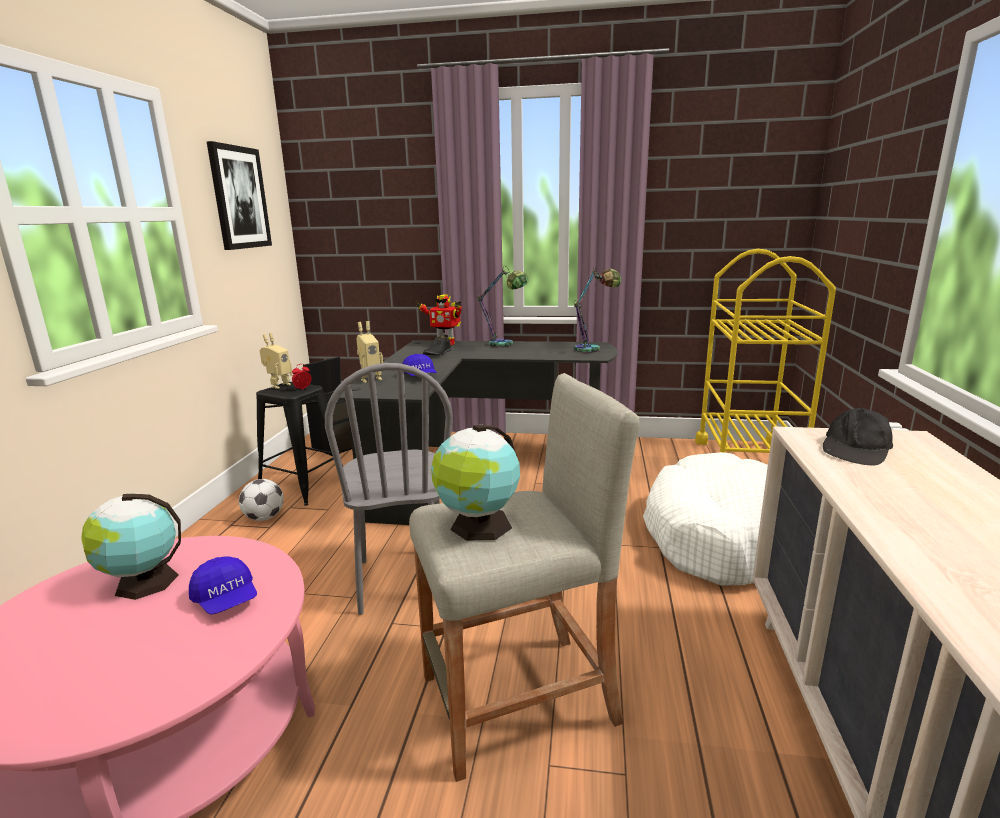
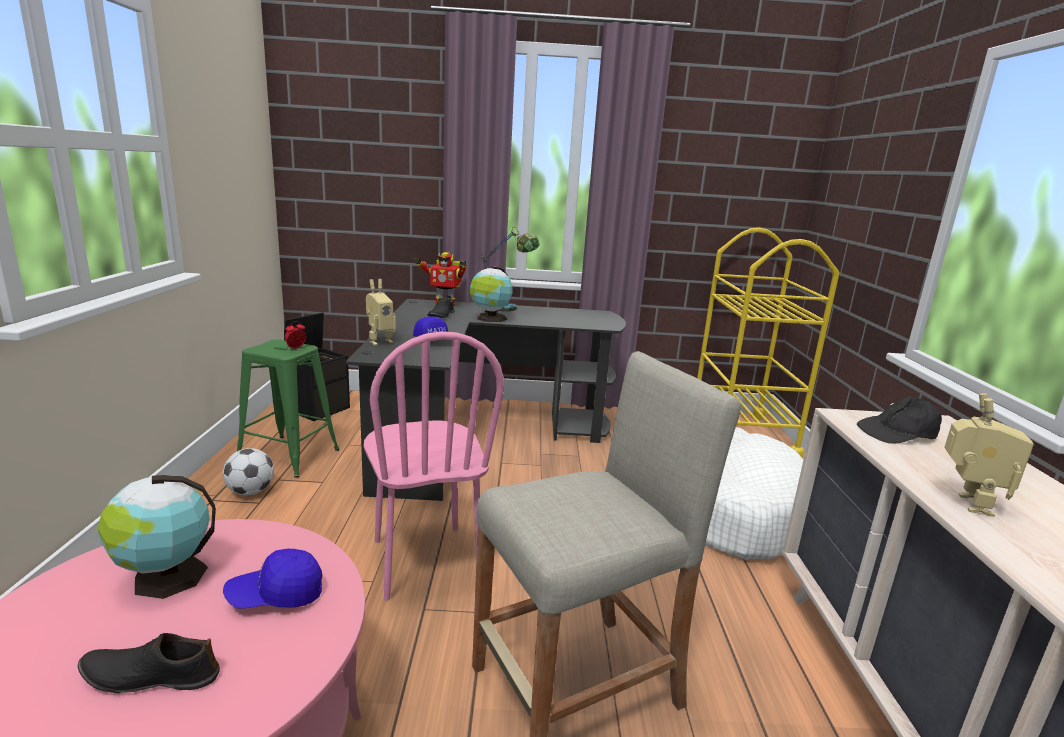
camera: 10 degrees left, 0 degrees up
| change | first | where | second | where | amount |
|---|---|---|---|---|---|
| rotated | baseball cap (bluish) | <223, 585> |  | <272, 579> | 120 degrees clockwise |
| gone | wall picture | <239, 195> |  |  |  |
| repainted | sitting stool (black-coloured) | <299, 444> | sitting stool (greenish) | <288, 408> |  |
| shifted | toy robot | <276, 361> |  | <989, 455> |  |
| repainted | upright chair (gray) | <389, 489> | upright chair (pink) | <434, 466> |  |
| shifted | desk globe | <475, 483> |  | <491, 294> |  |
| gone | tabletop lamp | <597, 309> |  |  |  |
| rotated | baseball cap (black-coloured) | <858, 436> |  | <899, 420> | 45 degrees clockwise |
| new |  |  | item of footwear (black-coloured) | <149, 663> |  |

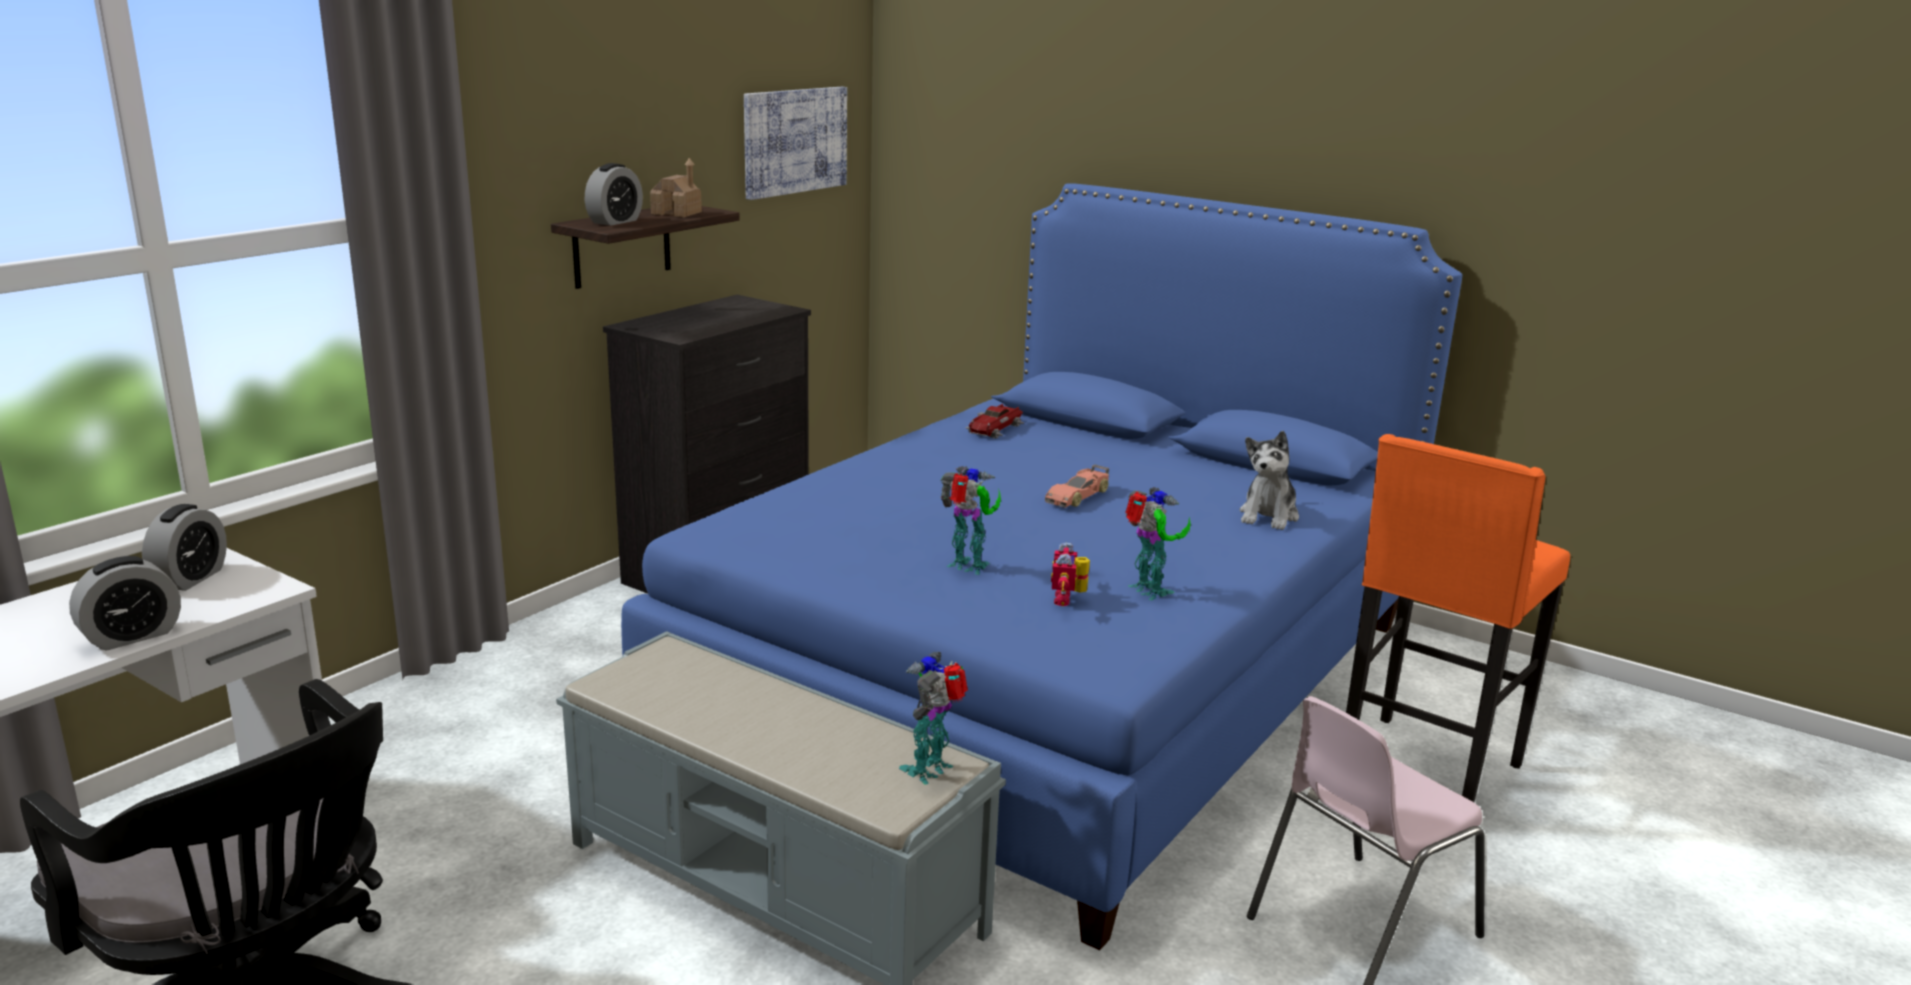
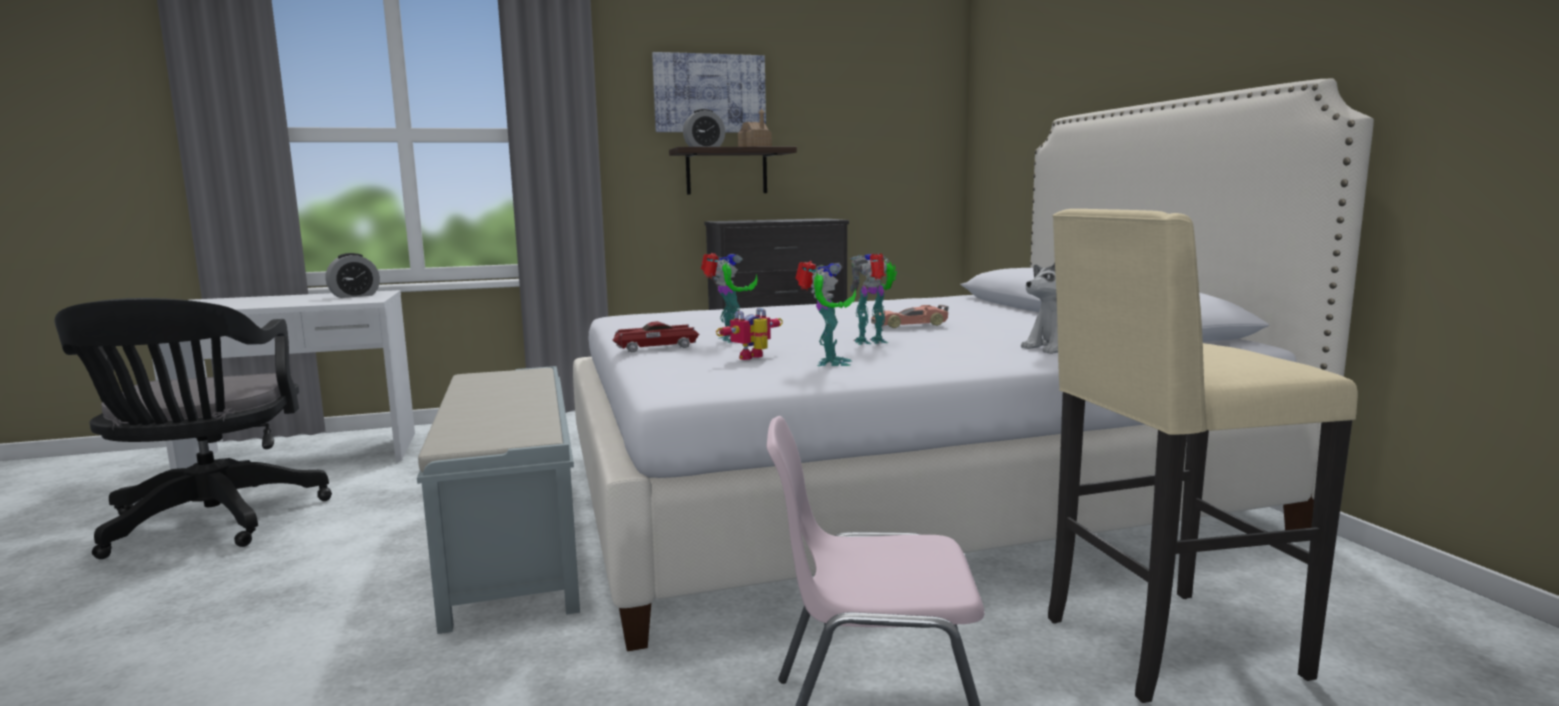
camera: 40 degrees right, 10 degrees down
| change | first | where | second | where | amount |
|---|---|---|---|---|---|
| gone | bedside clock | <125, 603> |  |  |  |
| repainted | sleeping bed (bluish) | <1041, 566> | sleeping bed (white-coloured) | <973, 365> |  |
| shifted | wall picture | <795, 143> |  | <709, 92> |  |
| shifted | toy robot | <933, 718> |  | <873, 299> |  |
| shifted | toy car | <994, 421> |  | <655, 336> |  |
| repainted | sitting stool (orangey) | <1458, 618> | sitting stool (beige-coloured) | <1203, 456> |  |

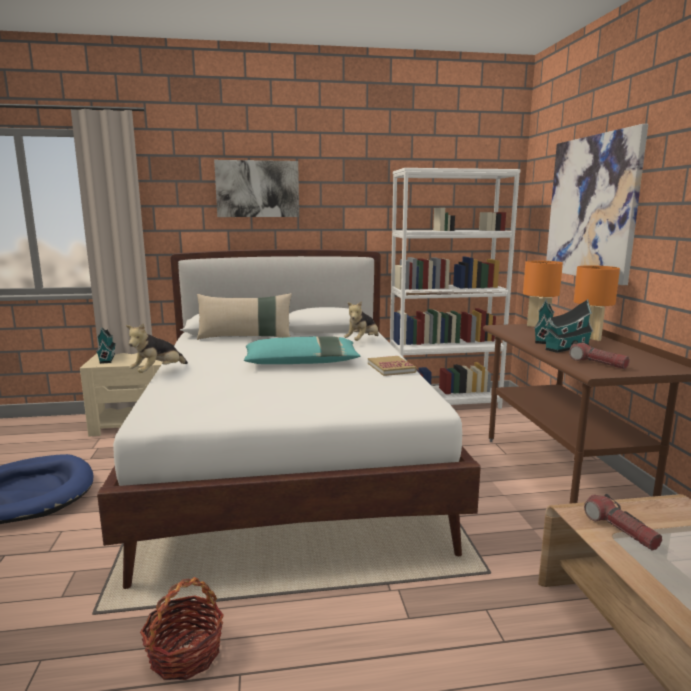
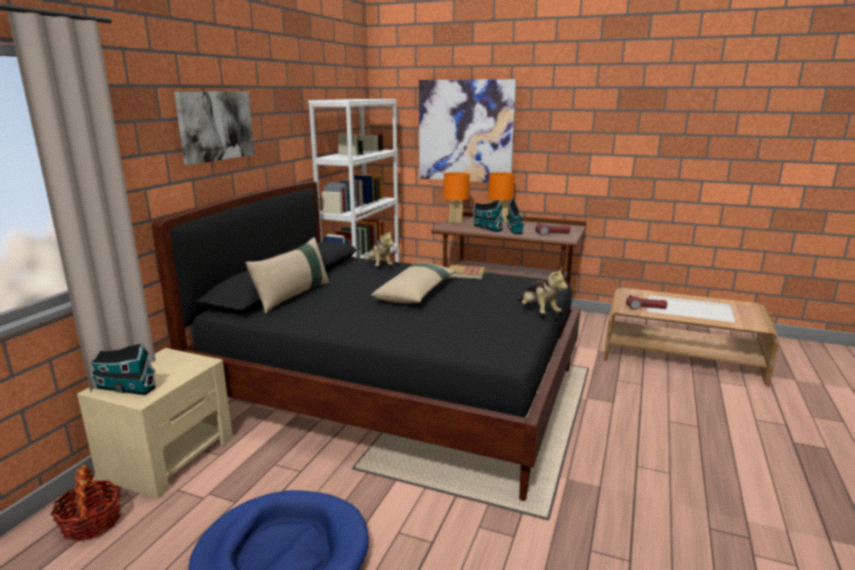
camera: 60 degrees left, 5 degrees up
| change | first | where | second | where | amount |
|---|---|---|---|---|---|
| repainted | sleeping bed (white-coloured) | <289, 419> | sleeping bed (black-coloured) | <366, 341> |  |
| shifted | plush toy | <157, 348> |  | <542, 291> |  |
| shifted | household basket | <182, 628> |  | <86, 503> |  |
| repainted | cushion (turquoise) | <302, 350> | cushion (beige-coloured) | <413, 282> |  |

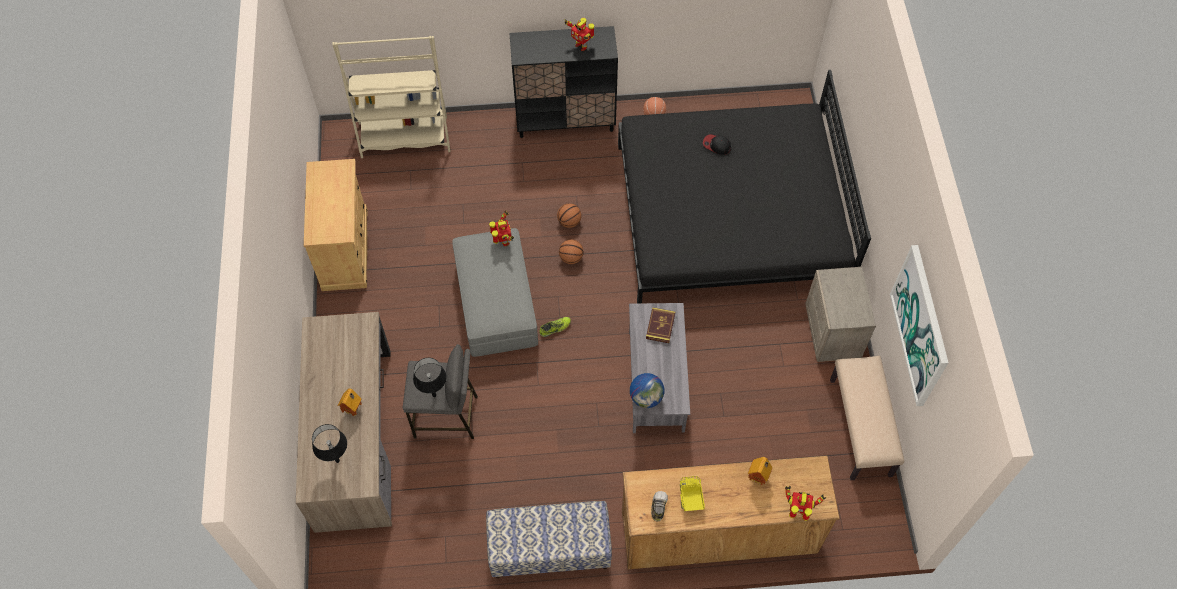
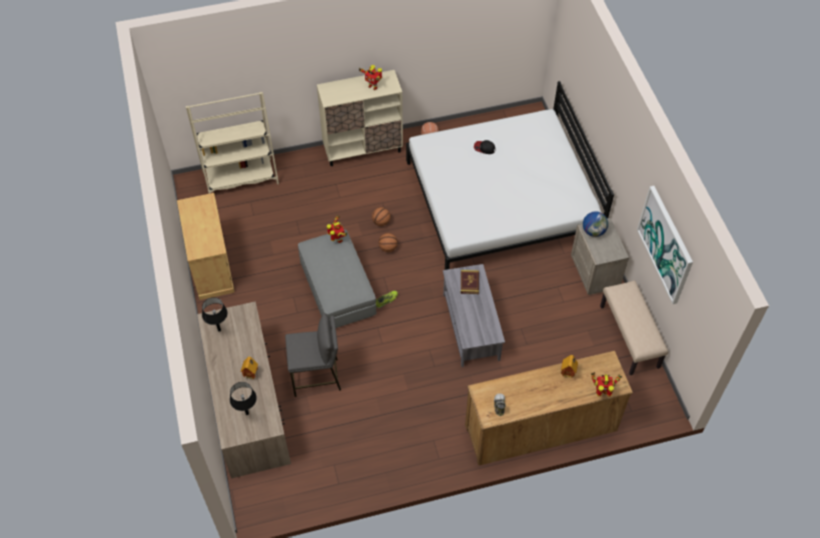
camera: 10 degrees left, 5 degrees down
| change | first | where | second | where | amount |
|---|---|---|---|---|---|
| shifted | tabletop lamp (black-coloured) | <430, 377> |  | <215, 314> |  |
| gone | long seat | <549, 539> |  |  |  |
| repainted | storage cabinet (black-coloured) | <563, 82> | storage cabinet (beige-coloured) | <360, 118> |  |
| repainted | sleeping bed (black-coloured) | <744, 187> | sleeping bed (white-coloured) | <510, 175> |  |
| shifted | desk globe | <647, 390> |  | <595, 224> |  |
| gone | toy lorry | <692, 493> |  |  |  |

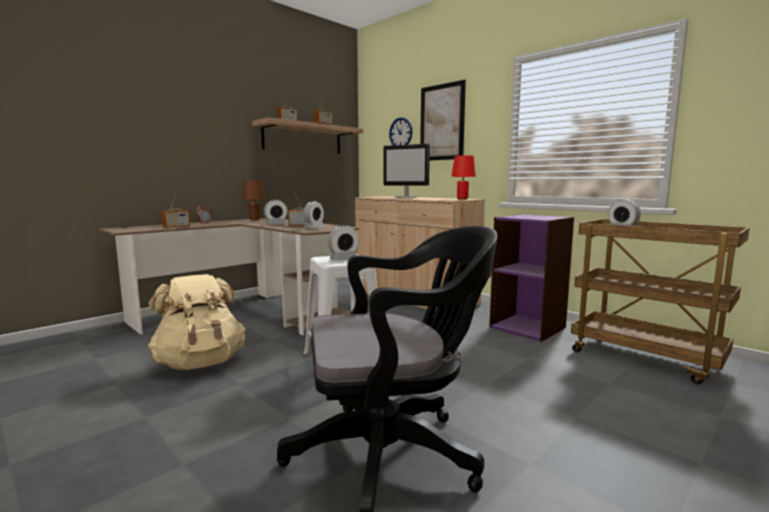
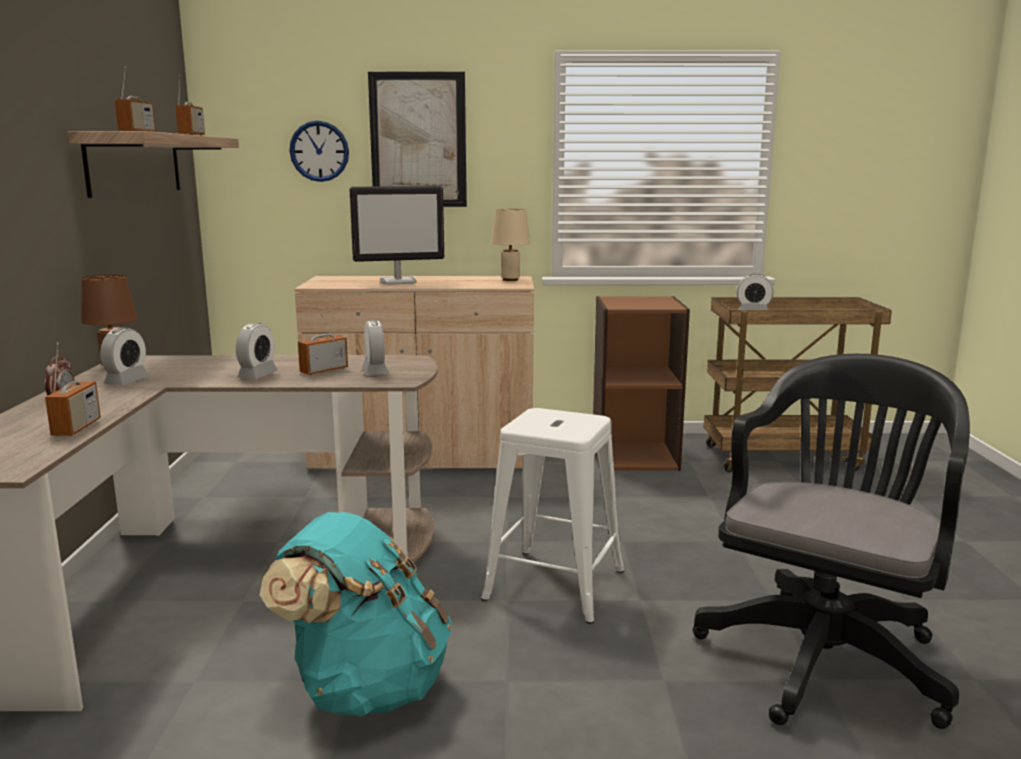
camera: 45 degrees left, 5 degrees up
| change | first | where | second | where | amount |
|---|---|---|---|---|---|
| repainted | knapsack (beige-coloured) | <197, 322> | knapsack (turquoise) | <356, 614> |  |
| shifted | bedside clock | <343, 243> |  | <124, 356> |  |
| repainted | tabletop lamp (red) | <464, 177> | tabletop lamp (beige-coloured) | <510, 245> |  |
| repainted | bookshelf (purple-coloured) | <531, 277> | bookshelf (brownish) | <641, 383> |  |

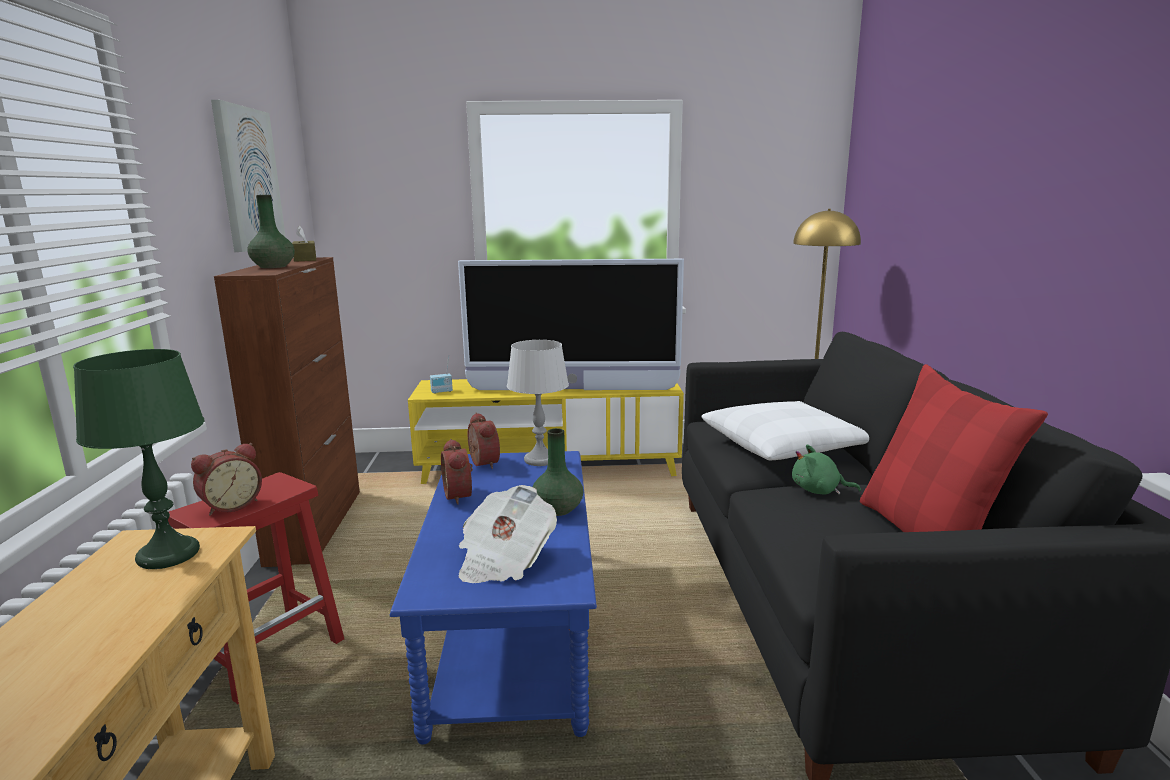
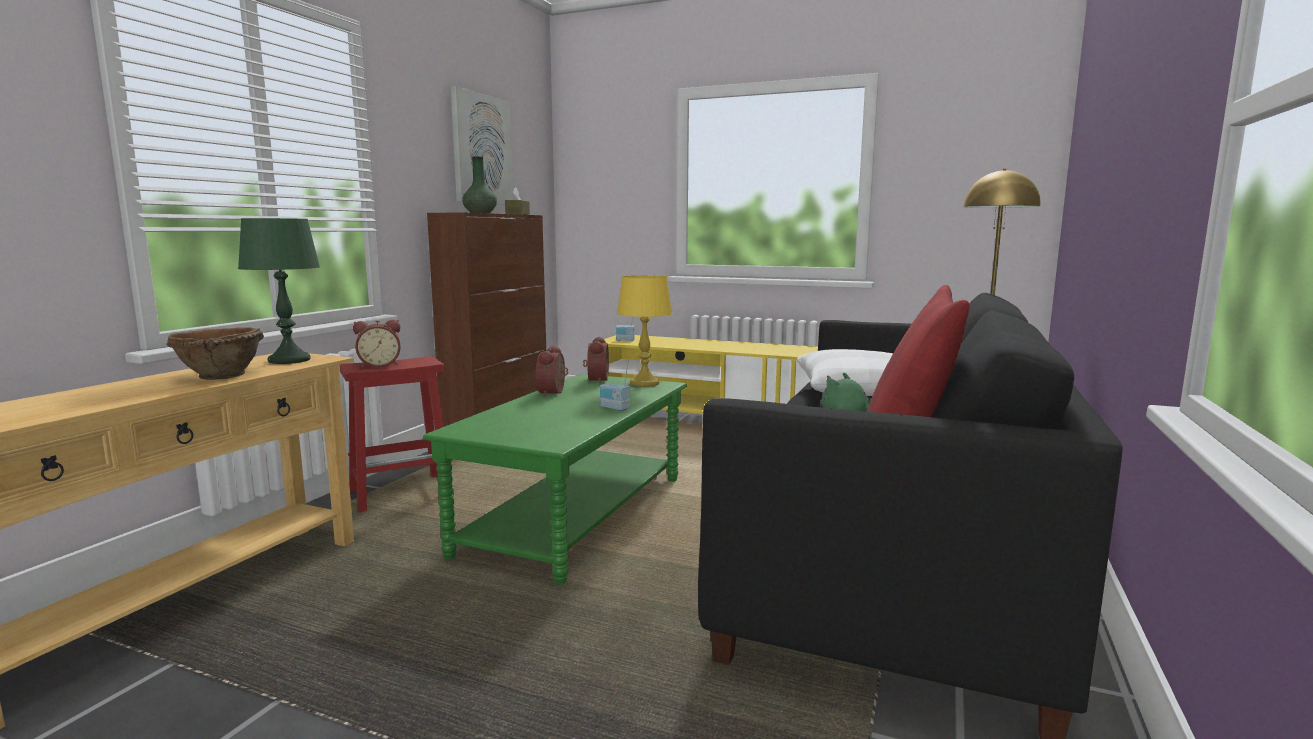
camera: 25 degrees right, 5 degrees down
| change | first | where | second | where | amount |
|---|---|---|---|---|---|
| repainted | low table (bluish) | <493, 598> | low table (greenish) | <554, 479> |  |
| gone | TV | <571, 324> |  |  |  |
| gone | printed paper | <507, 534> |  |  |  |
| repainted | tabletop lamp (gray) | <538, 403> | tabletop lamp (yellow) | <644, 331> |  |
| swapped | flower vase (greenish) | <557, 472> | radio set | <615, 386> |  |
| new |  |  | bowl (brownish) | <215, 353> |  |

